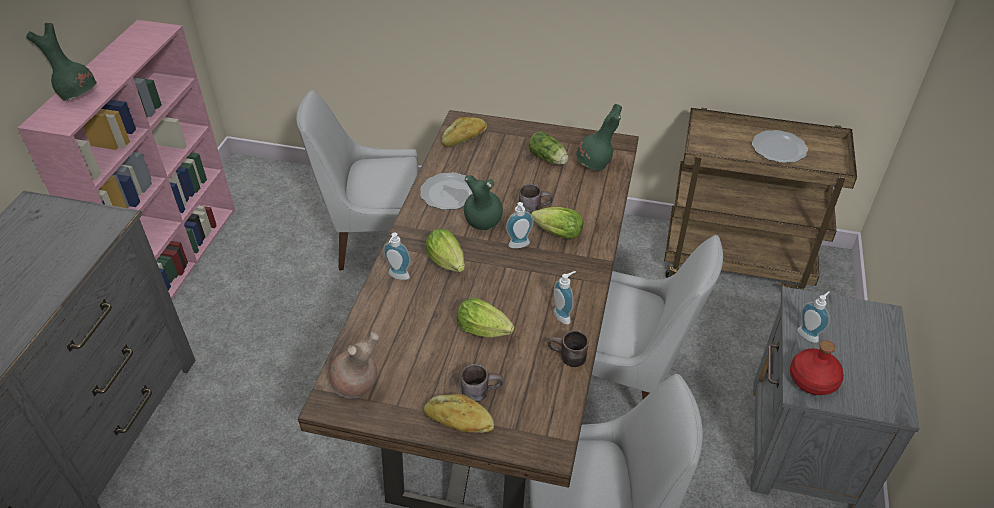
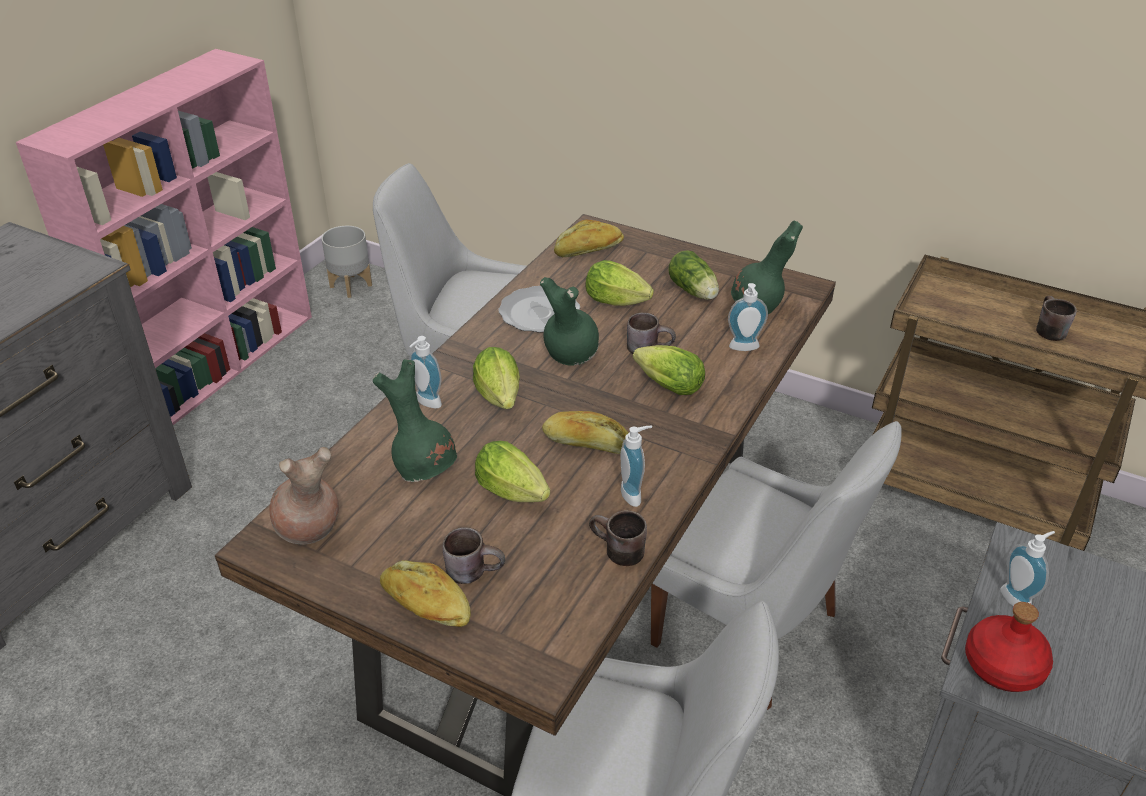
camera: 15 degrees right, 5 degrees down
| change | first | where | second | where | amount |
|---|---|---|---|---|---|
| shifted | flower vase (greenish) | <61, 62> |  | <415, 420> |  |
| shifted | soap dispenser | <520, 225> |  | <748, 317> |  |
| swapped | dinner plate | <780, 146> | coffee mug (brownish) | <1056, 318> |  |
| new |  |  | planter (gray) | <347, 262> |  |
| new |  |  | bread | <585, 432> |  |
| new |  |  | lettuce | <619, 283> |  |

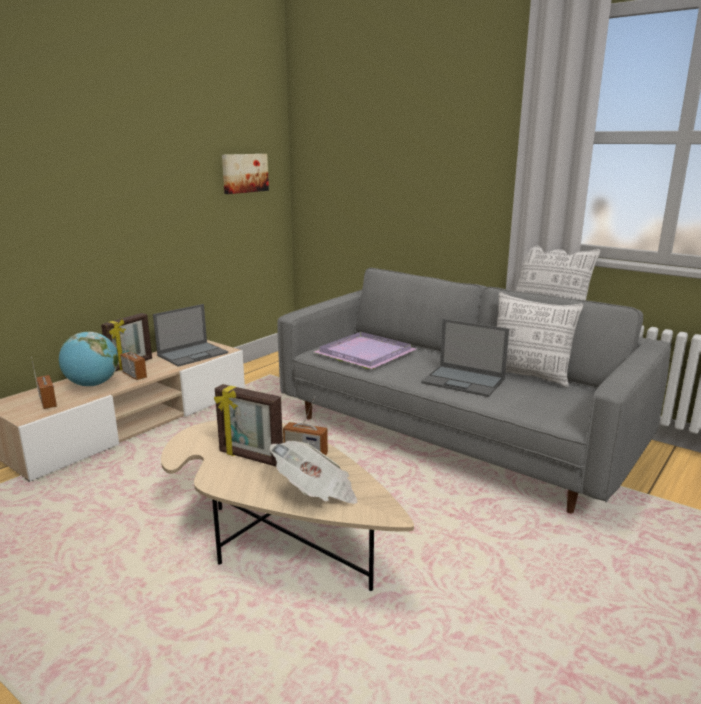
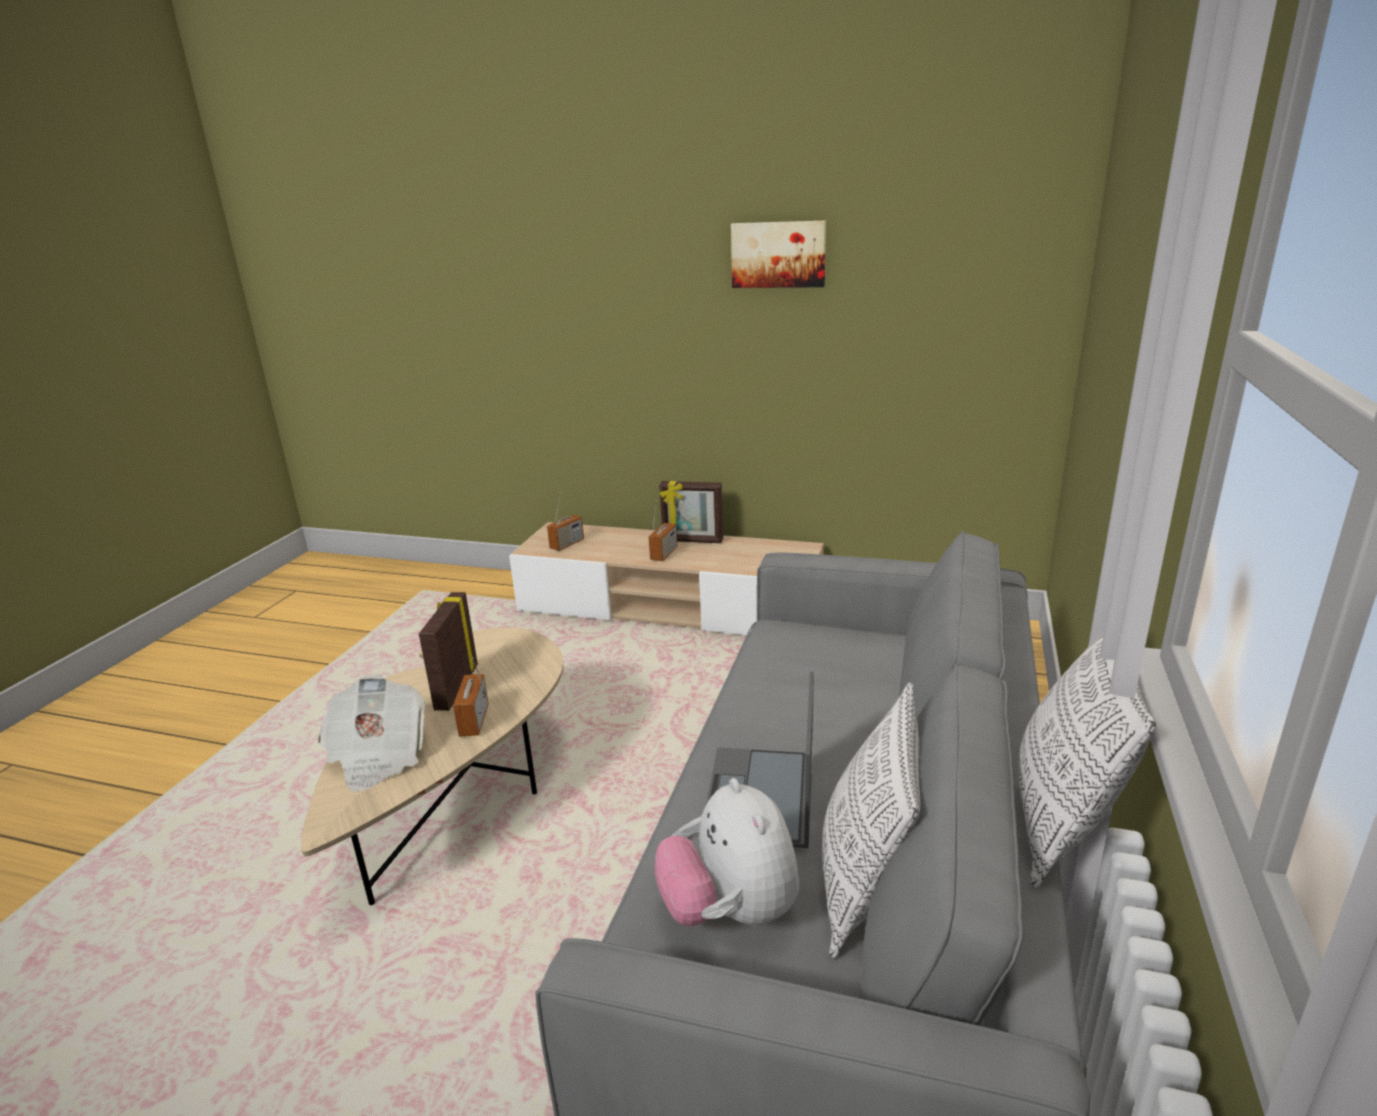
camera: 70 degrees right, 5 degrees up
| change | first | where | second | where | amount |
|---|---|---|---|---|---|
| gone | desk globe | <89, 359> |  |  |  |
| gone | notebook computer | <190, 335> |  |  |  |
| shifted | wall picture | <245, 174> |  | <778, 254> |  |
| gone | serving tray (purple-coloured) | <365, 350> |  |  |  |
| new |  |  | plush toy | <727, 852> |  |

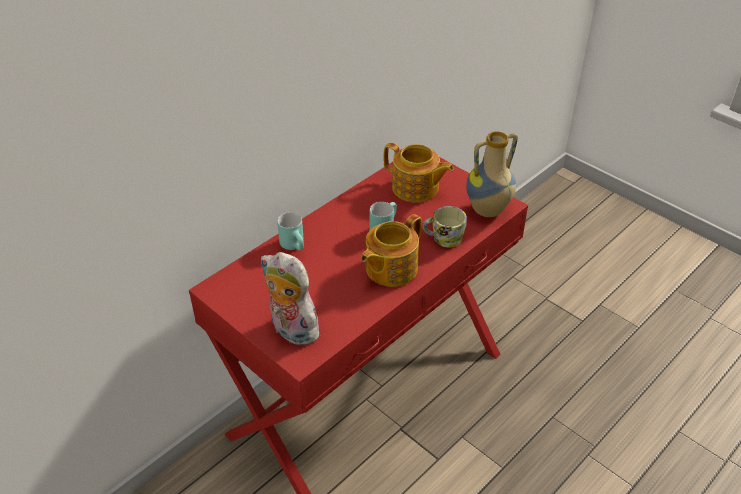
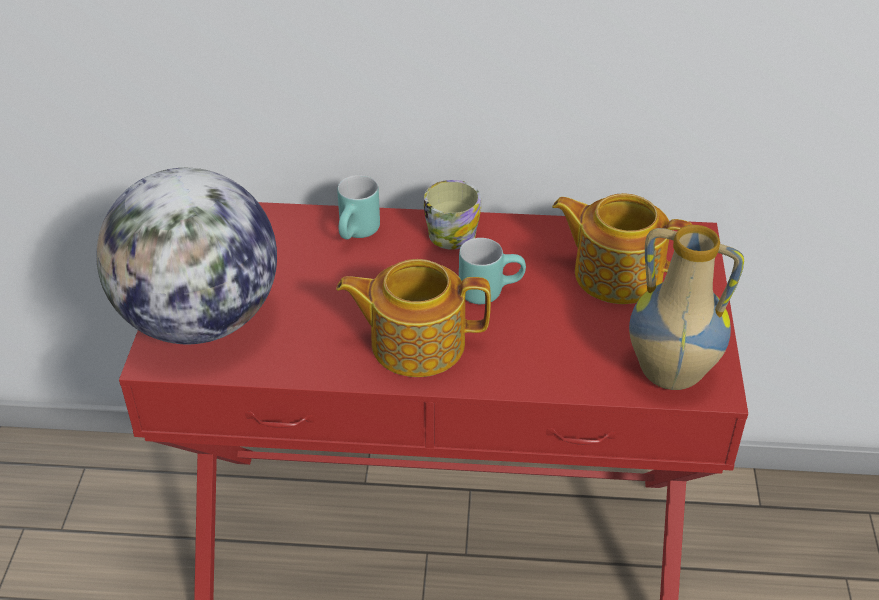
camera: 50 degrees right, 0 degrees up
| change | first | where | second | where | amount |
|---|---|---|---|---|---|
| swapped | plush toy | <292, 298> | desk globe | <186, 256> |  |
| rotated | pot for tea | <418, 173> |  | <622, 248> | 120 degrees clockwise |
| shifted | coffee mug | <445, 227> |  | <452, 215> |  |

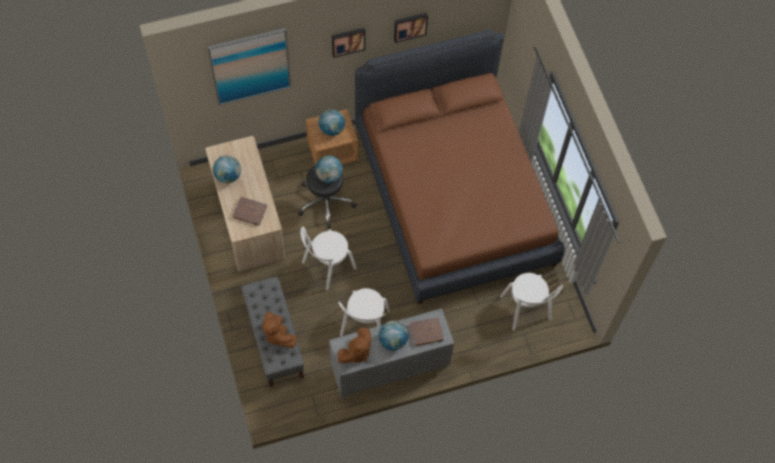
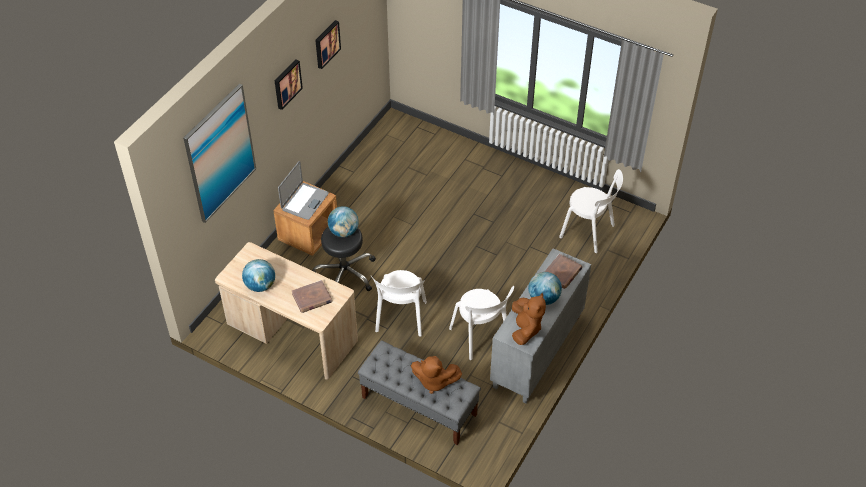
camera: 40 degrees left, 15 degrees down
| change | first | where | second | where | amount |
|---|---|---|---|---|---|
| swapped | desk globe | <331, 122> | notebook computer | <303, 190> |  |
| gone | sleeping bed (brownish) | <460, 167> |  |  |  |

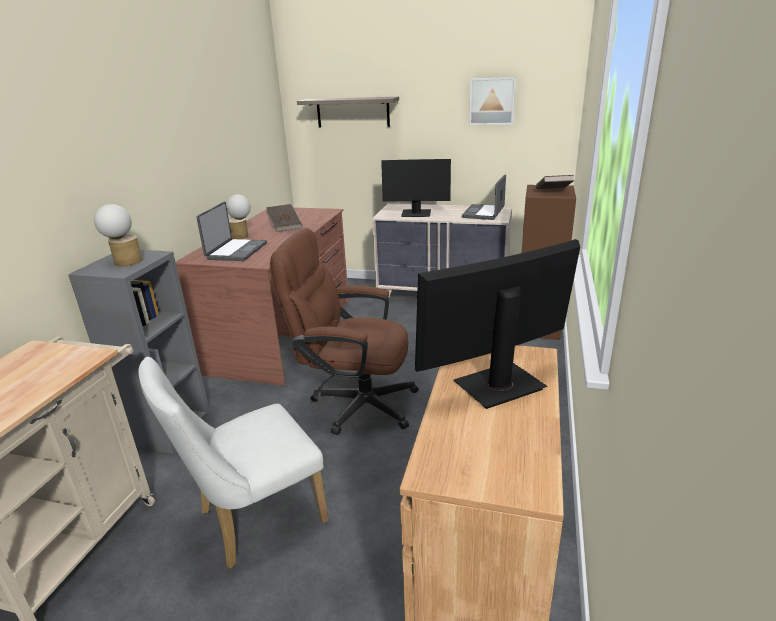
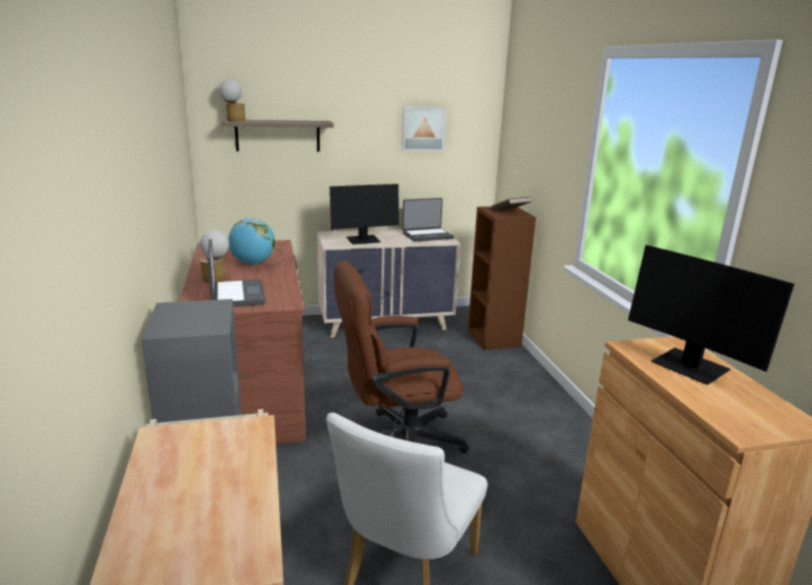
camera: 30 degrees left, 5 degrees down
| change | first | where | second | where | amount |
|---|---|---|---|---|---|
| shifted | tabletop lamp | <118, 235> |  | <232, 100> |  |
| swapped | volume (brownish) | <284, 218> | desk globe | <251, 241> |  |
| rotated | computer display | <497, 324> |  | <711, 315> | 75 degrees counterclockwise |
| rotated | notebook computer | <484, 197> |  | <428, 220> | 105 degrees counterclockwise |

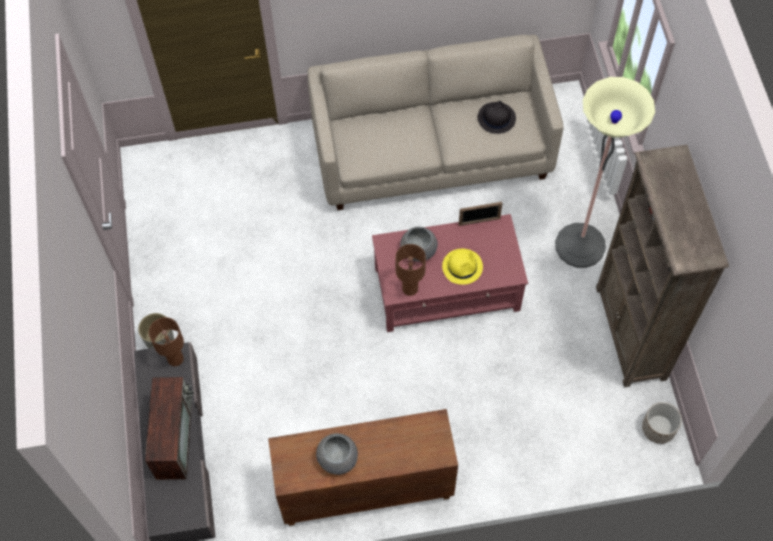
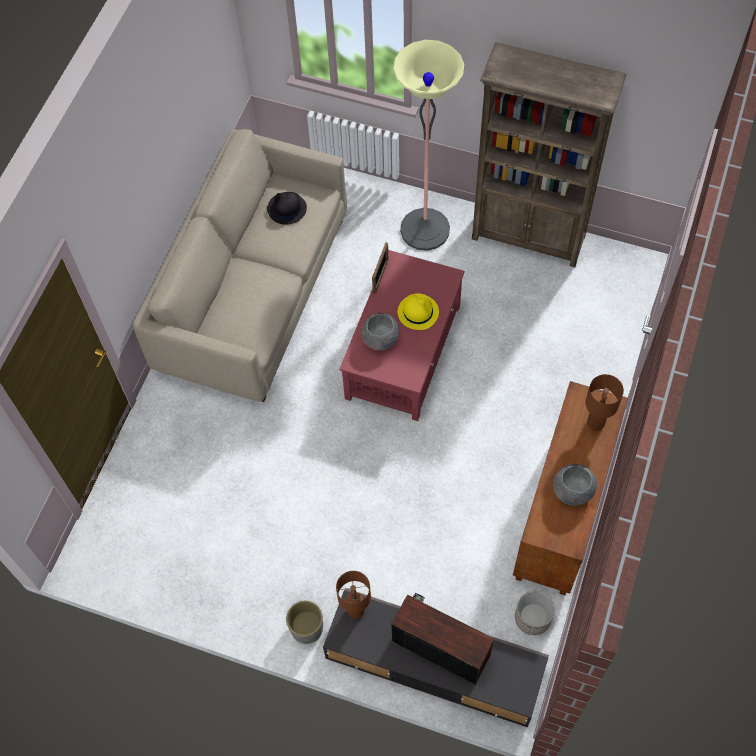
camera: 60 degrees left, 0 degrees up
| change | first | where | second | where | amount |
|---|---|---|---|---|---|
| shifted | tabletop lamp (brownish) | <411, 270> |  | <604, 402> |  |
| shifted | planter | <662, 423> |  | <535, 613> |  |

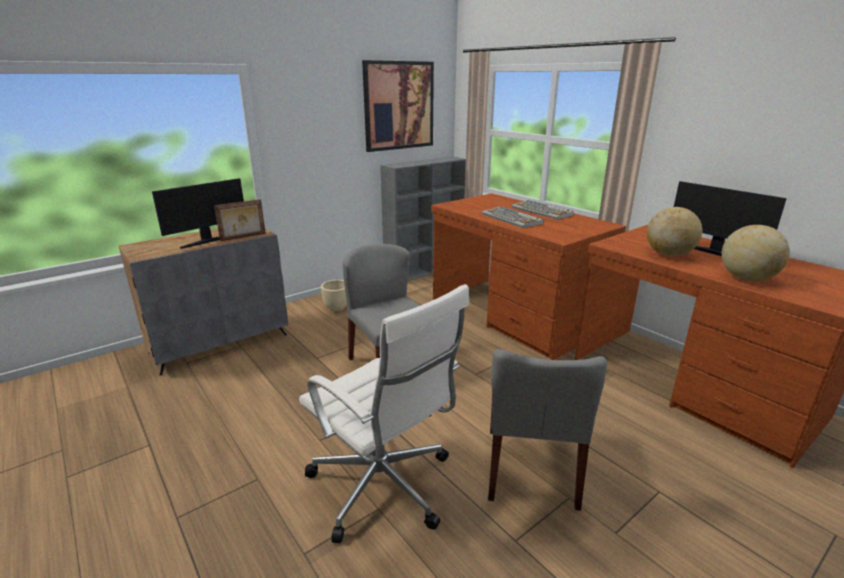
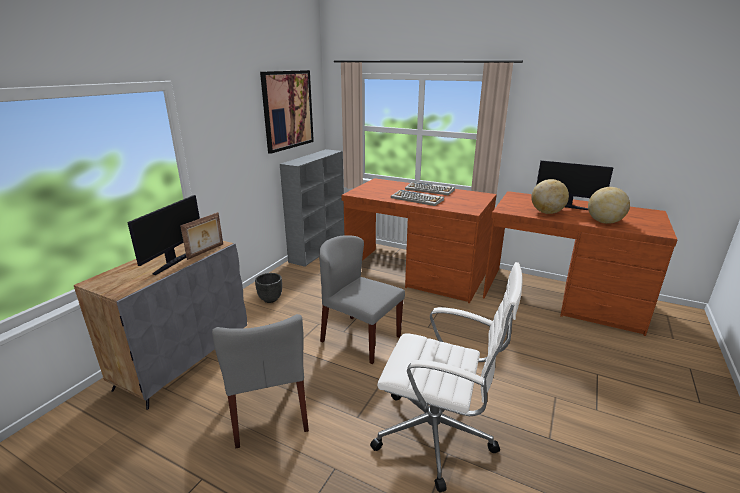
camera: 25 degrees left, 0 degrees up
| change | first | where | second | where | amount |
|---|---|---|---|---|---|
| repainted | planter (beige-coloured) | <334, 296> | planter (black-coloured) | <268, 288> |  |
| shifted | upright chair (gray) | <547, 430> |  | <260, 381> |  |

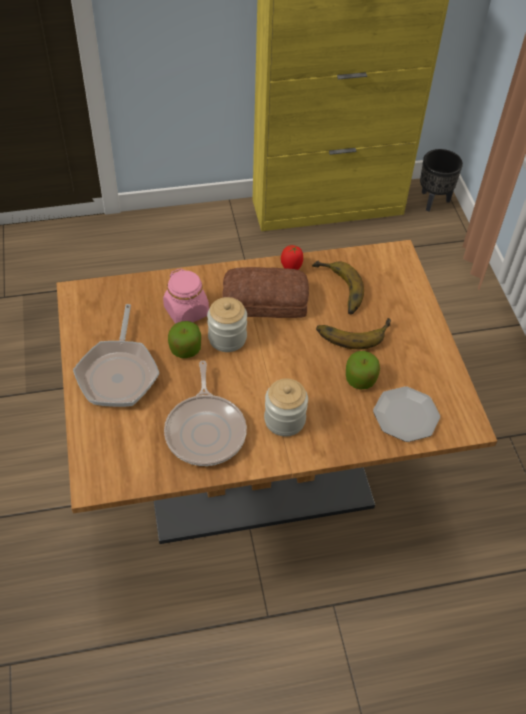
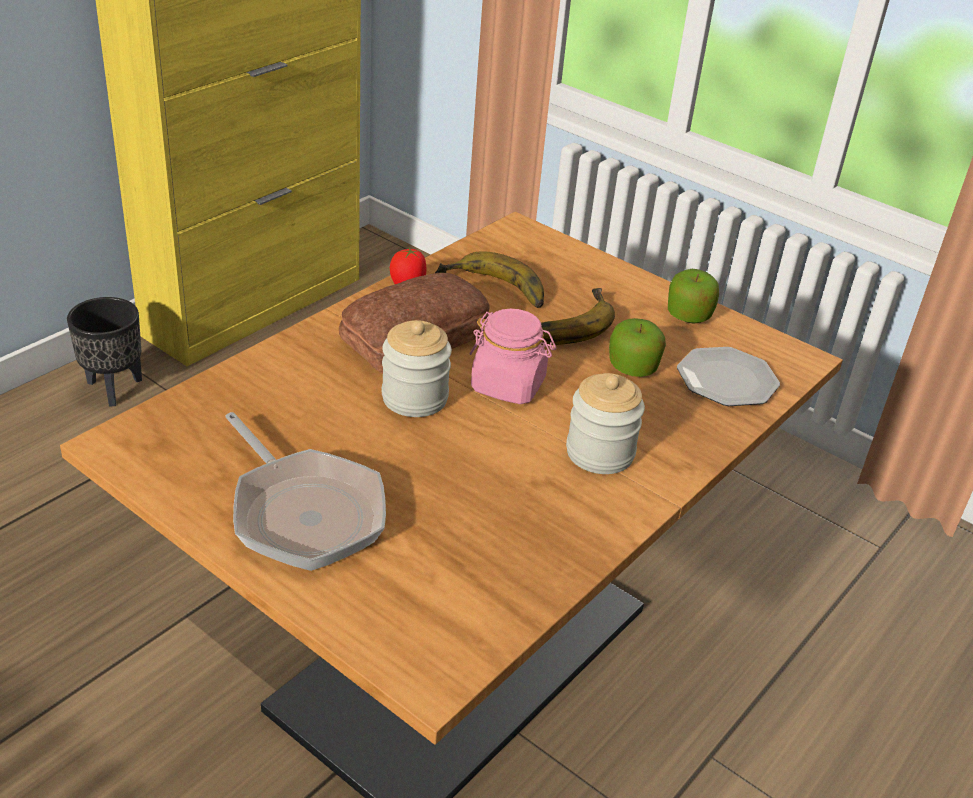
camera: 40 degrees left, 15 degrees down
| change | first | where | second | where | amount |
|---|---|---|---|---|---|
| shifted | jar (pink) | <186, 296> |  | <512, 356> |  |
| gone | pan | <205, 413> |  |  |  |
| shifted | whole apple | <184, 339> |  | <693, 296> |  |
| shifted | planter (black-coloured) | <441, 180> |  | <104, 352> |  |

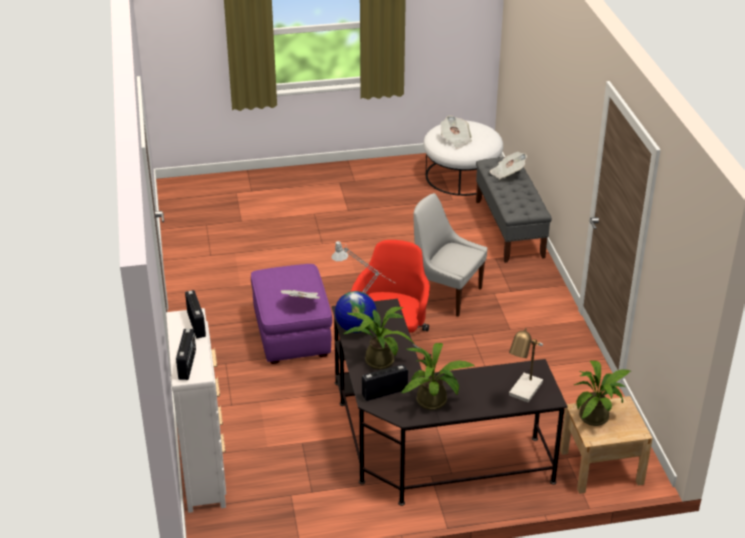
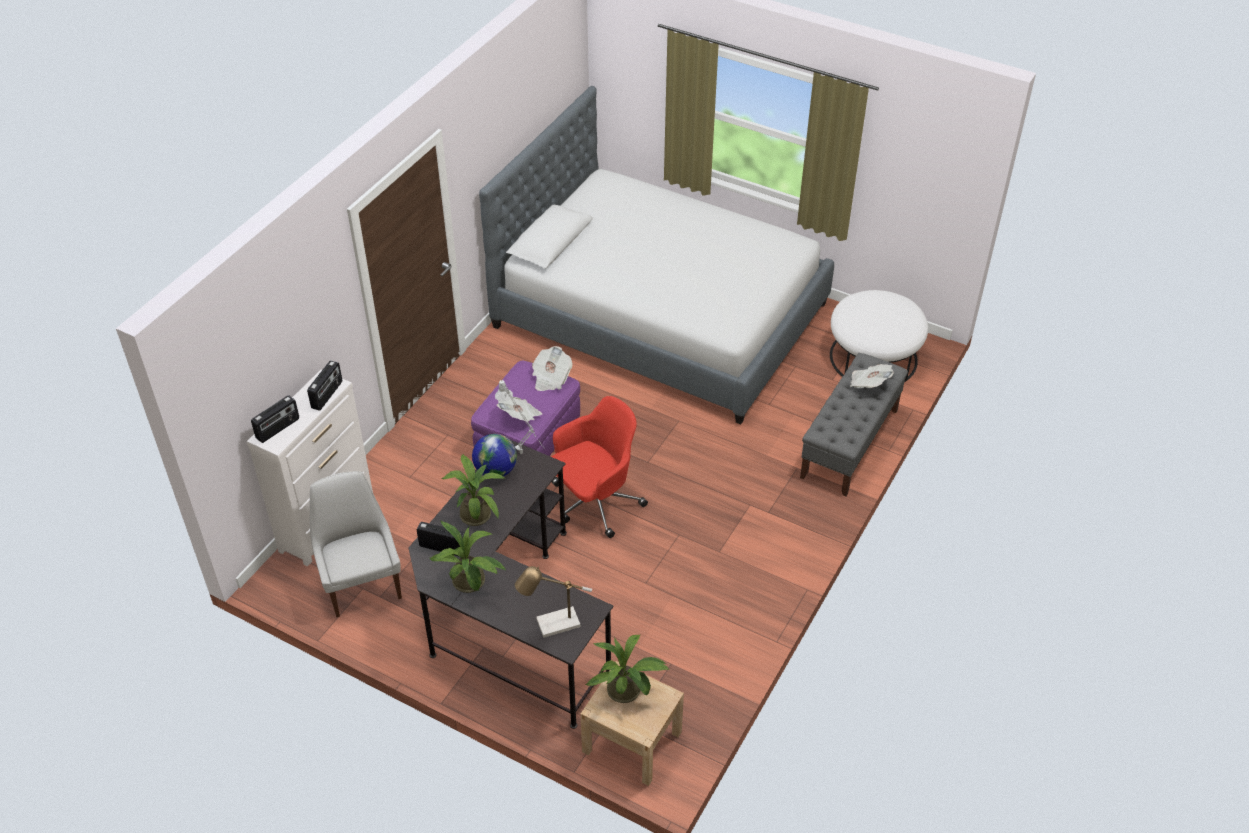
camera: 40 degrees right, 10 degrees up
| change | first | where | second | where | amount |
|---|---|---|---|---|---|
| shifted | upright chair (white-coloured) | <450, 255> |  | <356, 544> |  |
| shifted | printed paper | <456, 132> |  | <552, 368> |  |
| new |  |  | sleeping bed | <656, 255> |  |

